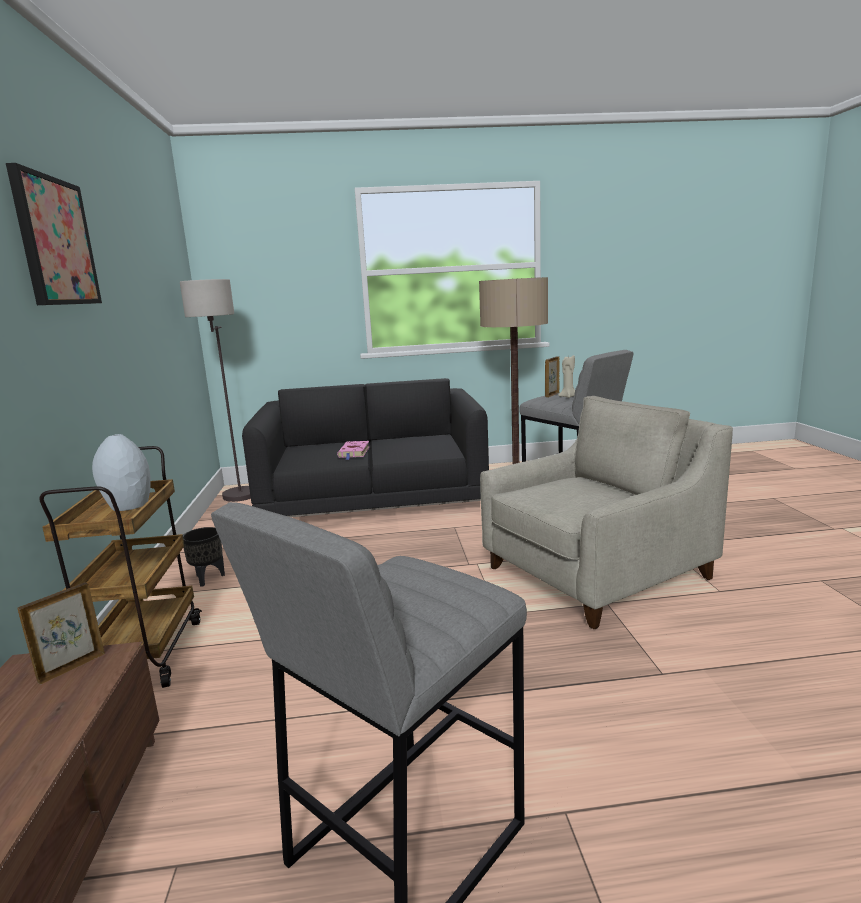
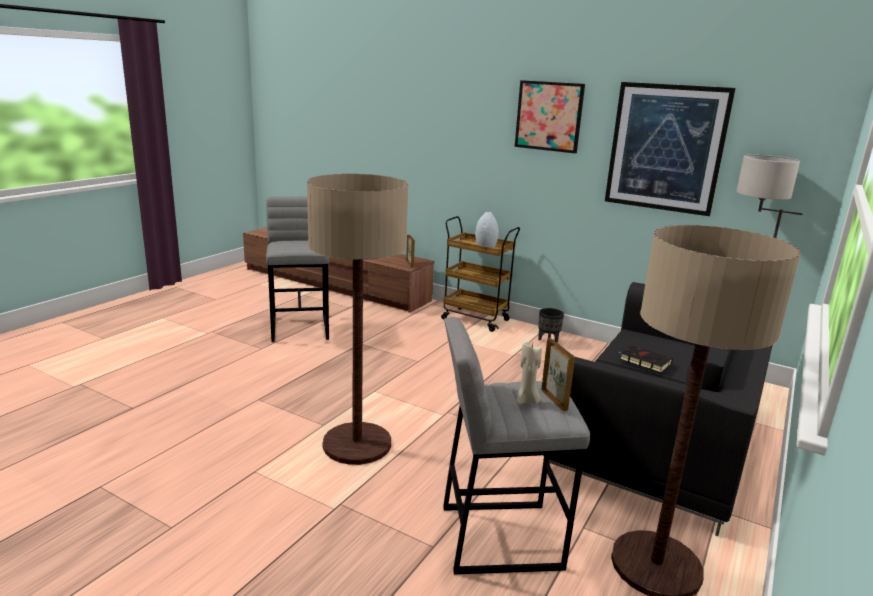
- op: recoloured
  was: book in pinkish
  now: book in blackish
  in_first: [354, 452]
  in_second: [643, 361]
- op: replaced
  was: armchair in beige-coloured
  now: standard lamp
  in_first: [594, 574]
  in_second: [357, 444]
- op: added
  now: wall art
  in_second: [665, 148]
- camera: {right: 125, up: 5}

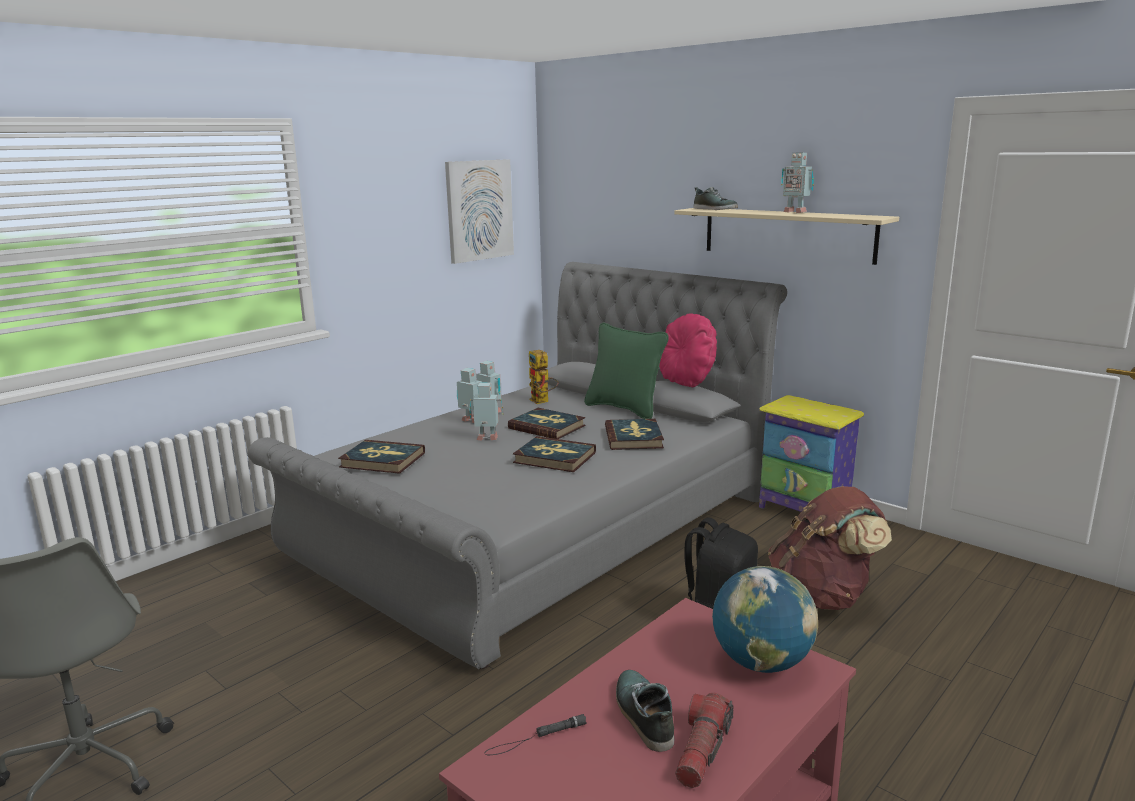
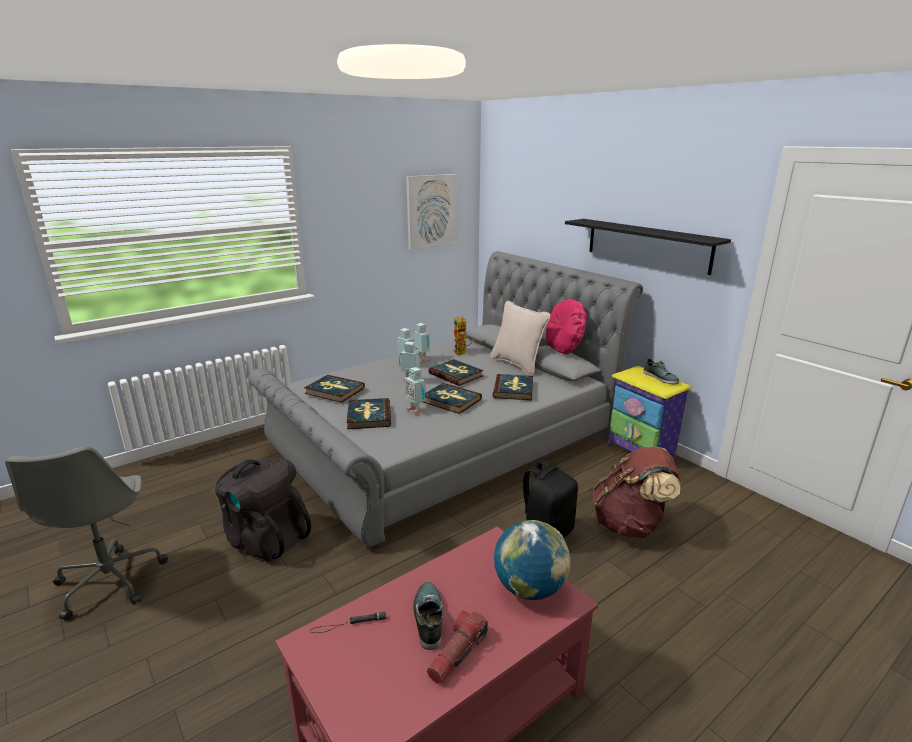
- op: recoloured
  was: pillow in greenish
  now: pillow in beige-coloured
  in_first: [624, 408]
  in_second: [517, 364]
- op: recoloured
  was: wall shelf in beige-coloured
  now: wall shelf in blackish
  in_first: [787, 234]
  in_second: [647, 245]
- op: moved
  was: shoe
  in_first: [715, 209]
  in_second: [660, 378]
- op: moved
  was: toy robot
  in_first: [795, 212]
  in_second: [415, 410]
- op: added
  now: rucksack in blackish
  in_second: [265, 539]
- op: added
  now: book
  in_second: [368, 416]
- camera: {right: 10, up: 5}

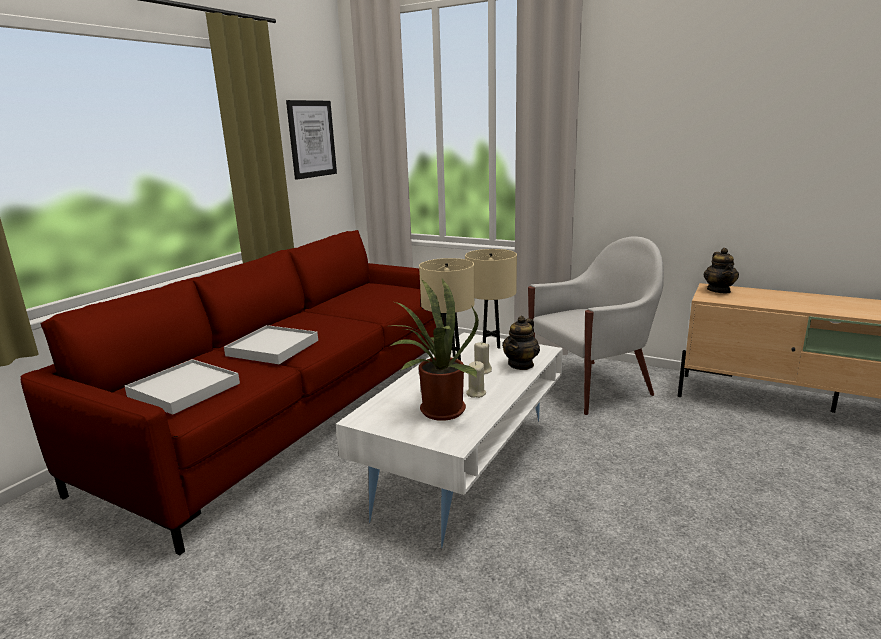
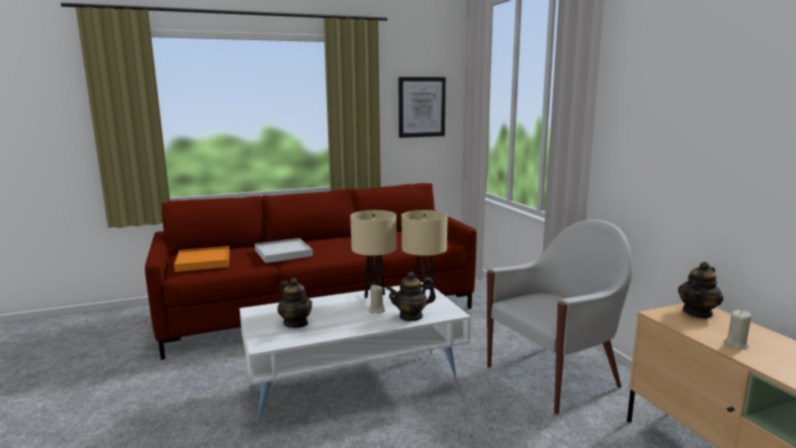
- op: recoloured
  was: serving tray in white-coloured
  now: serving tray in orangey
  in_first: [184, 390]
  in_second: [203, 262]
- op: replaced
  was: houseplant
  now: tea pot
  in_first: [437, 411]
  in_second: [296, 323]
- op: moved
  was: wax light in beige-coloured
  in_first: [476, 393]
  in_second: [735, 344]
- op: turned
  was: armchair in white-coloured
  in_first: [592, 386]
  in_second: [554, 376]
  clockwise: -45
- camera: {right: 40, up: -5}

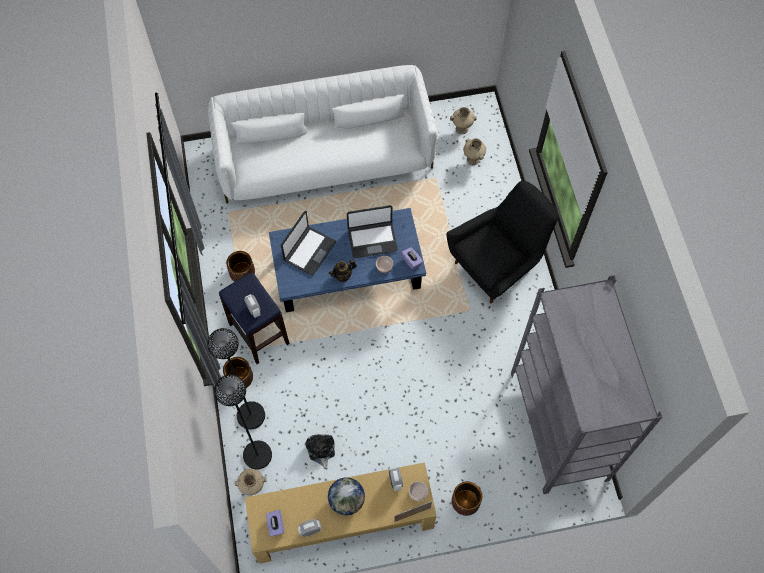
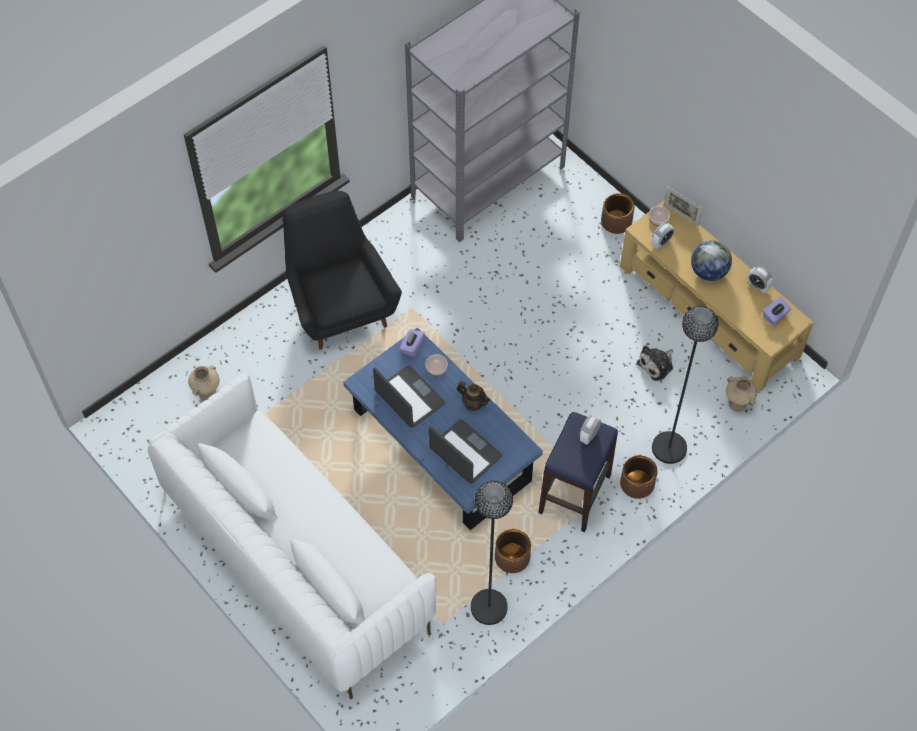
- op: moved
  was: standard lamp in blackish
  in_first: [257, 455]
  in_second: [489, 608]
- op: turned
  was: portable computer
  in_first: [309, 251]
  in_second: [465, 453]
  clockwise: 45
- op: turned
  was: armchair in blackish
  in_first: [497, 265]
  in_second: [340, 307]
  clockwise: 45
- op: removed
  was: decorative vase in beige-coloured
  in_first: [462, 129]
- camera: {right: -120, up: -5}

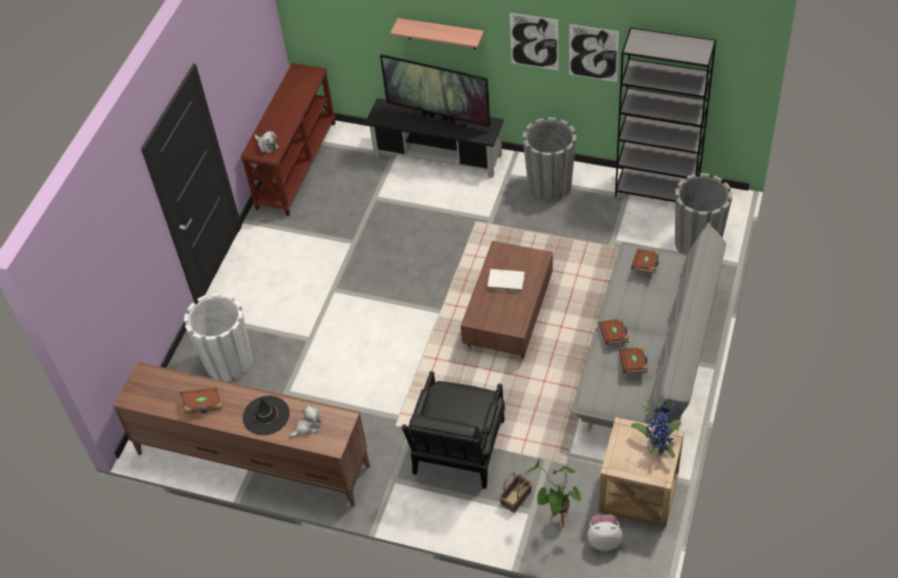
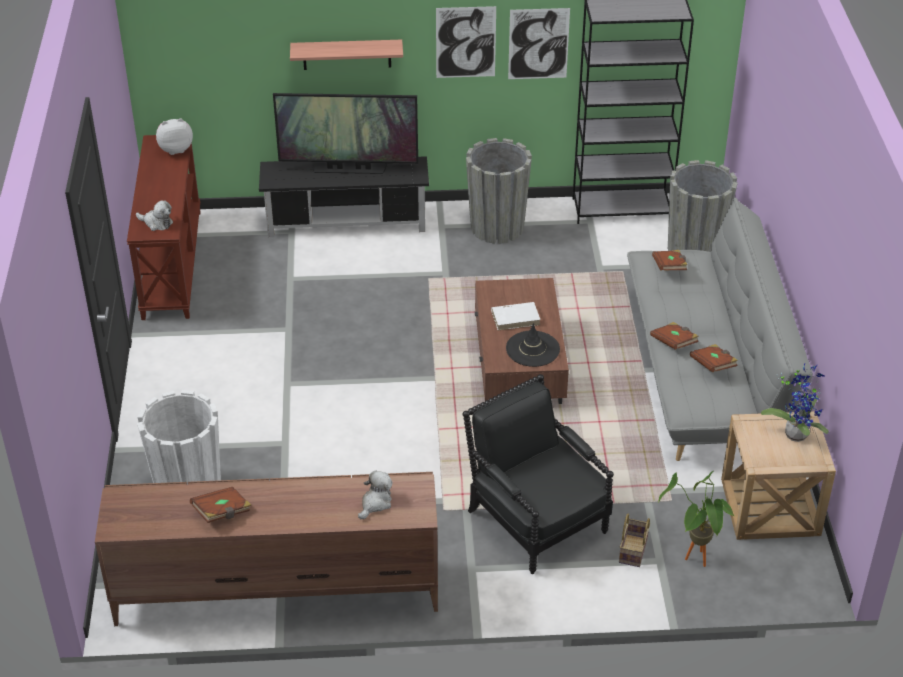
- op: moved
  was: wearable hat in blackish
  in_first: [266, 415]
  in_second: [532, 349]
- op: turned
  was: armchair in blackish
  in_first: [457, 450]
  in_second: [535, 518]
  clockwise: 150
- op: moved
  was: plush toy
  in_first: [604, 539]
  in_second: [175, 149]
- camera: {right: -25, up: -10}

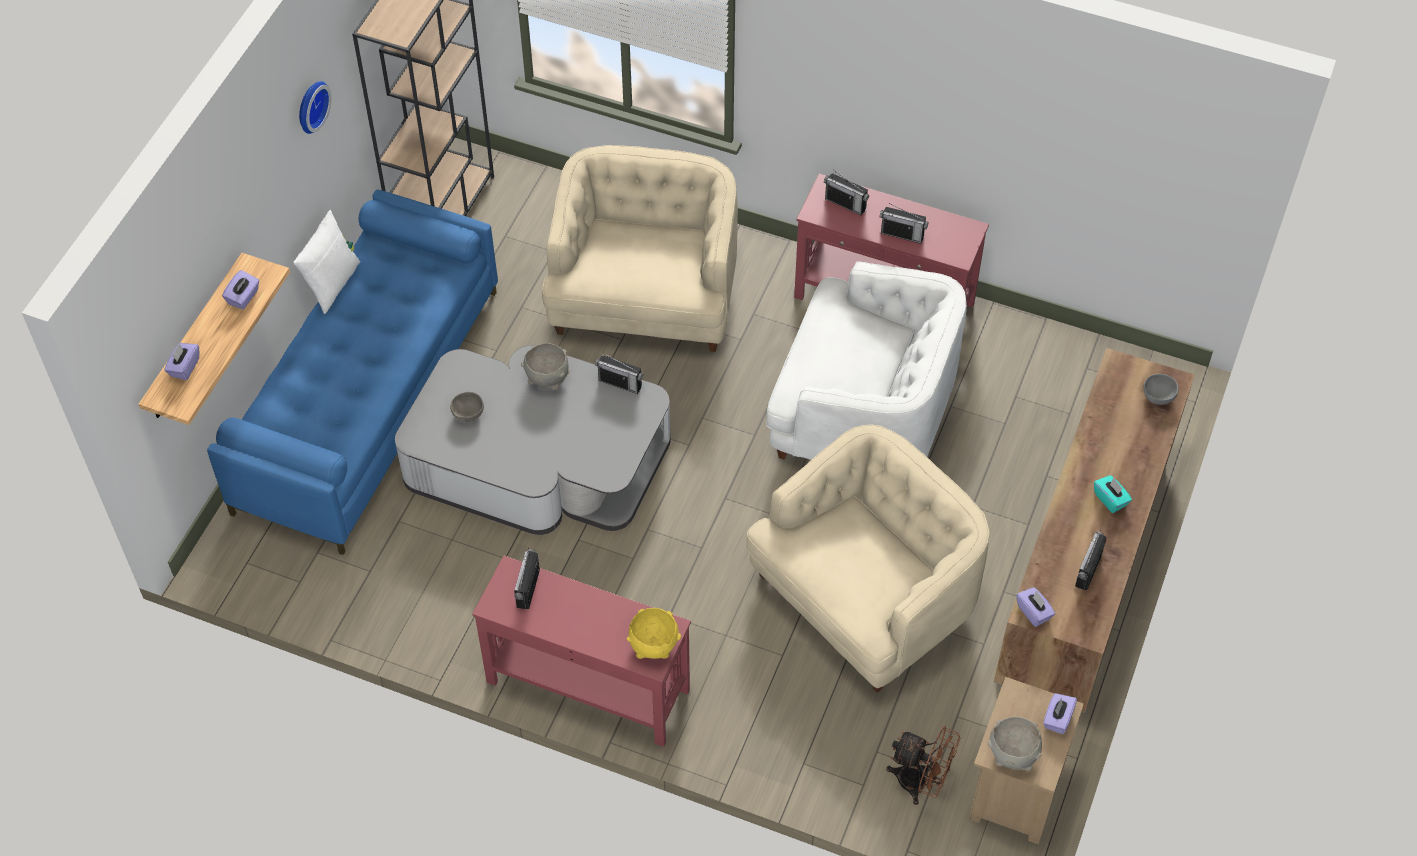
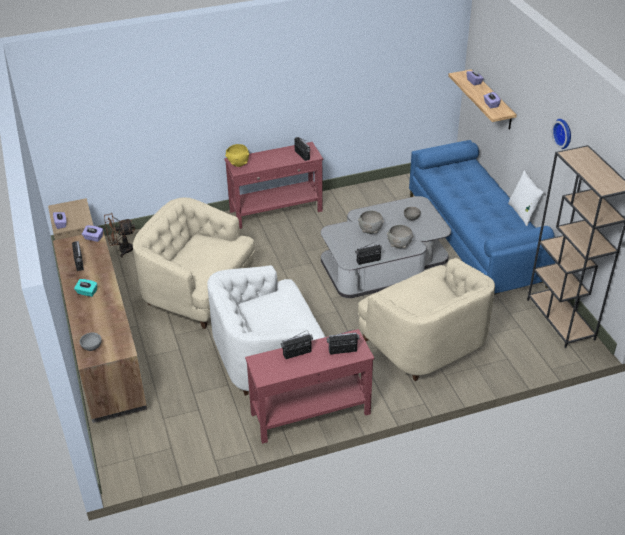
- op: turned
  was: armchair in beige-coloured
  in_first: [865, 596]
  in_second: [198, 291]
  clockwise: 105
- op: moved
  was: serving bowl in greyish
  in_first: [1012, 755]
  in_second: [370, 231]
- camera: {right: 140, up: -15}

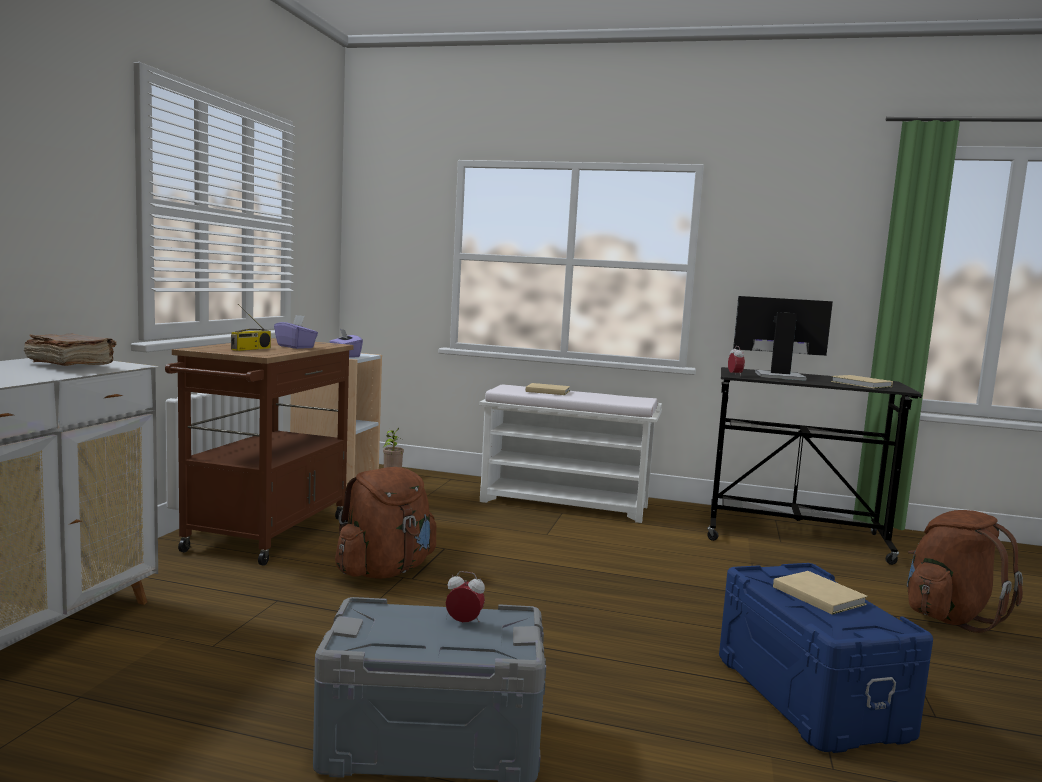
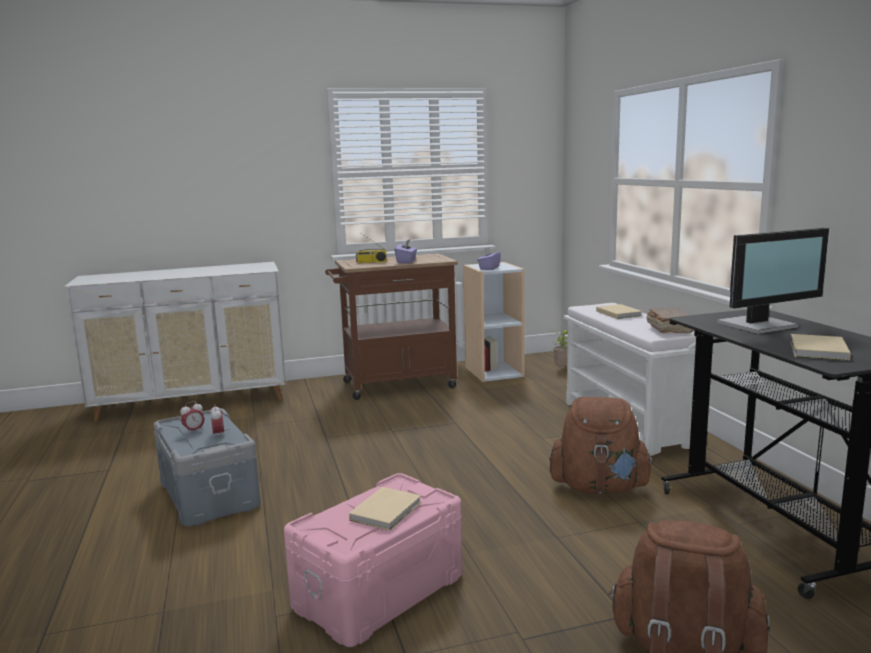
- op: moved
  was: book in brown
  in_first: [70, 364]
  in_second: [669, 330]
- op: moved
  was: rucksack in brown
  in_first: [385, 571]
  in_second: [599, 487]
- op: recoloured
  was: storage box in blue-coloured
  now: storage box in pinkish
  in_first: [811, 695]
  in_second: [380, 592]
- op: moved
  was: table clock
  in_first: [735, 375]
  in_second: [194, 431]
- op: turned
  was: computer display
  in_first: [778, 376]
  in_second: [760, 325]
  clockwise: 90
- camera: {right: 60, up: 5}

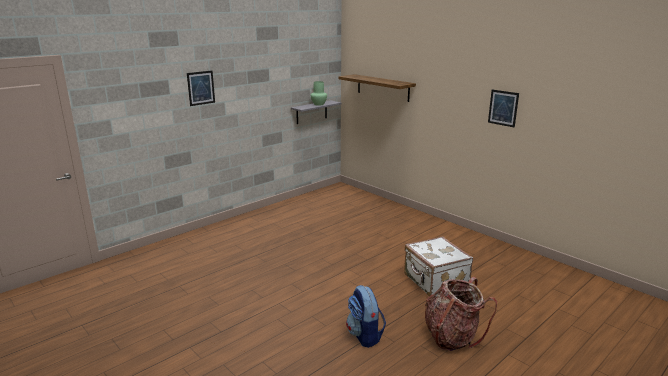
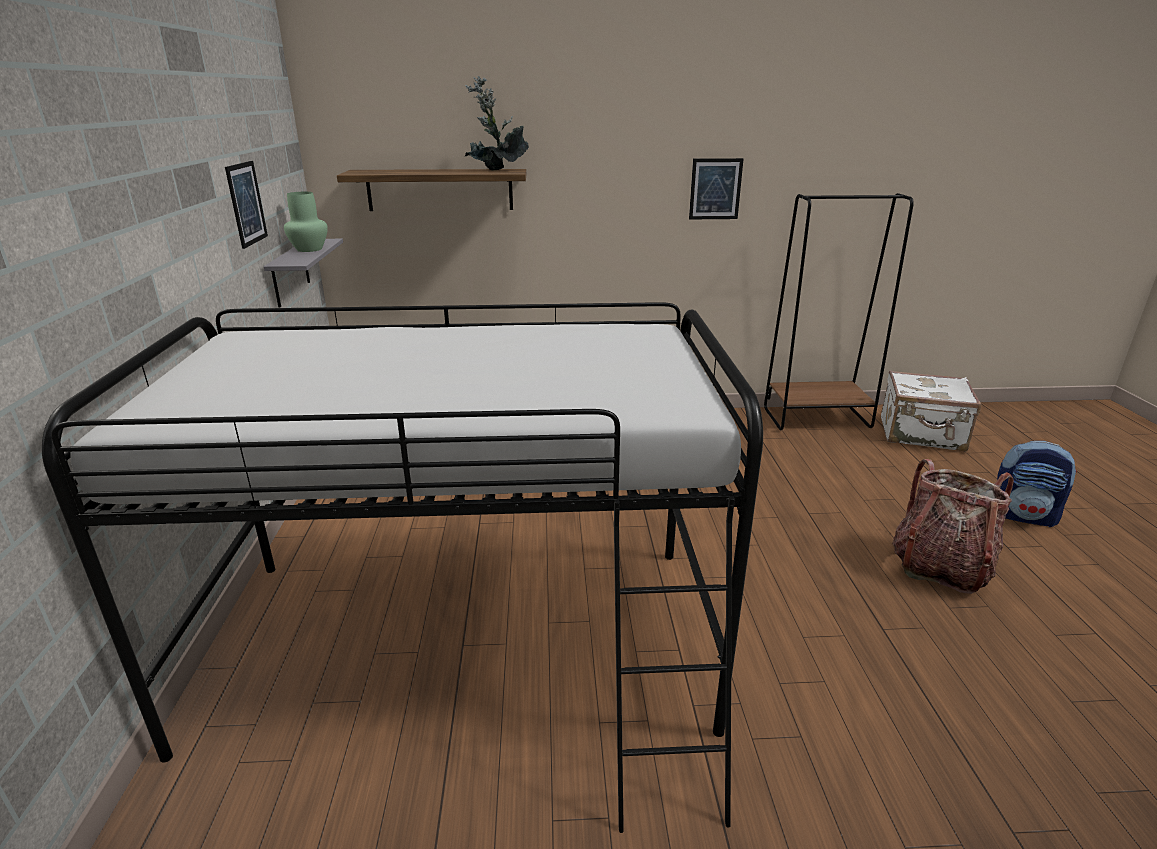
- op: moved
  was: wall art
  in_first: [201, 88]
  in_second: [246, 203]
- op: moved
  was: rucksack
  in_first: [365, 335]
  in_second: [1022, 515]
- op: moved
  was: travel case in white-coloured
  in_first: [435, 282]
  in_second: [922, 435]
- op: added
  now: bed in blackish
  in_second: [468, 643]
- op: added
  now: houseplant
  in_second: [496, 171]
- op: added
  now: garment rack
  in_second: [816, 419]
- camera: {right: -50, up: 5}

